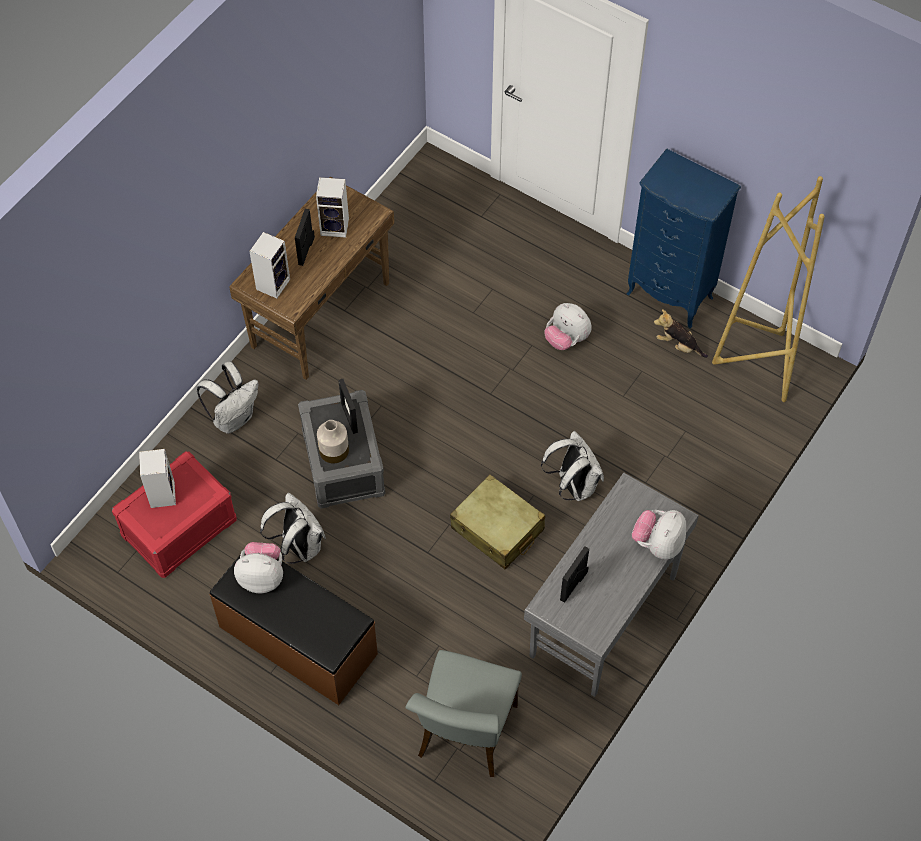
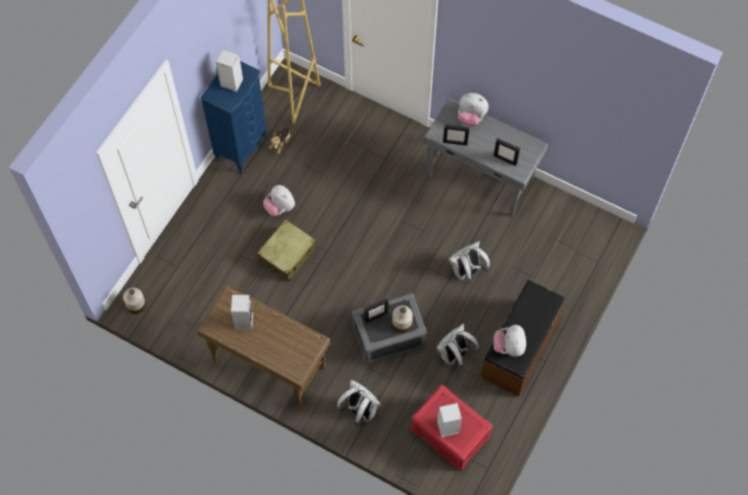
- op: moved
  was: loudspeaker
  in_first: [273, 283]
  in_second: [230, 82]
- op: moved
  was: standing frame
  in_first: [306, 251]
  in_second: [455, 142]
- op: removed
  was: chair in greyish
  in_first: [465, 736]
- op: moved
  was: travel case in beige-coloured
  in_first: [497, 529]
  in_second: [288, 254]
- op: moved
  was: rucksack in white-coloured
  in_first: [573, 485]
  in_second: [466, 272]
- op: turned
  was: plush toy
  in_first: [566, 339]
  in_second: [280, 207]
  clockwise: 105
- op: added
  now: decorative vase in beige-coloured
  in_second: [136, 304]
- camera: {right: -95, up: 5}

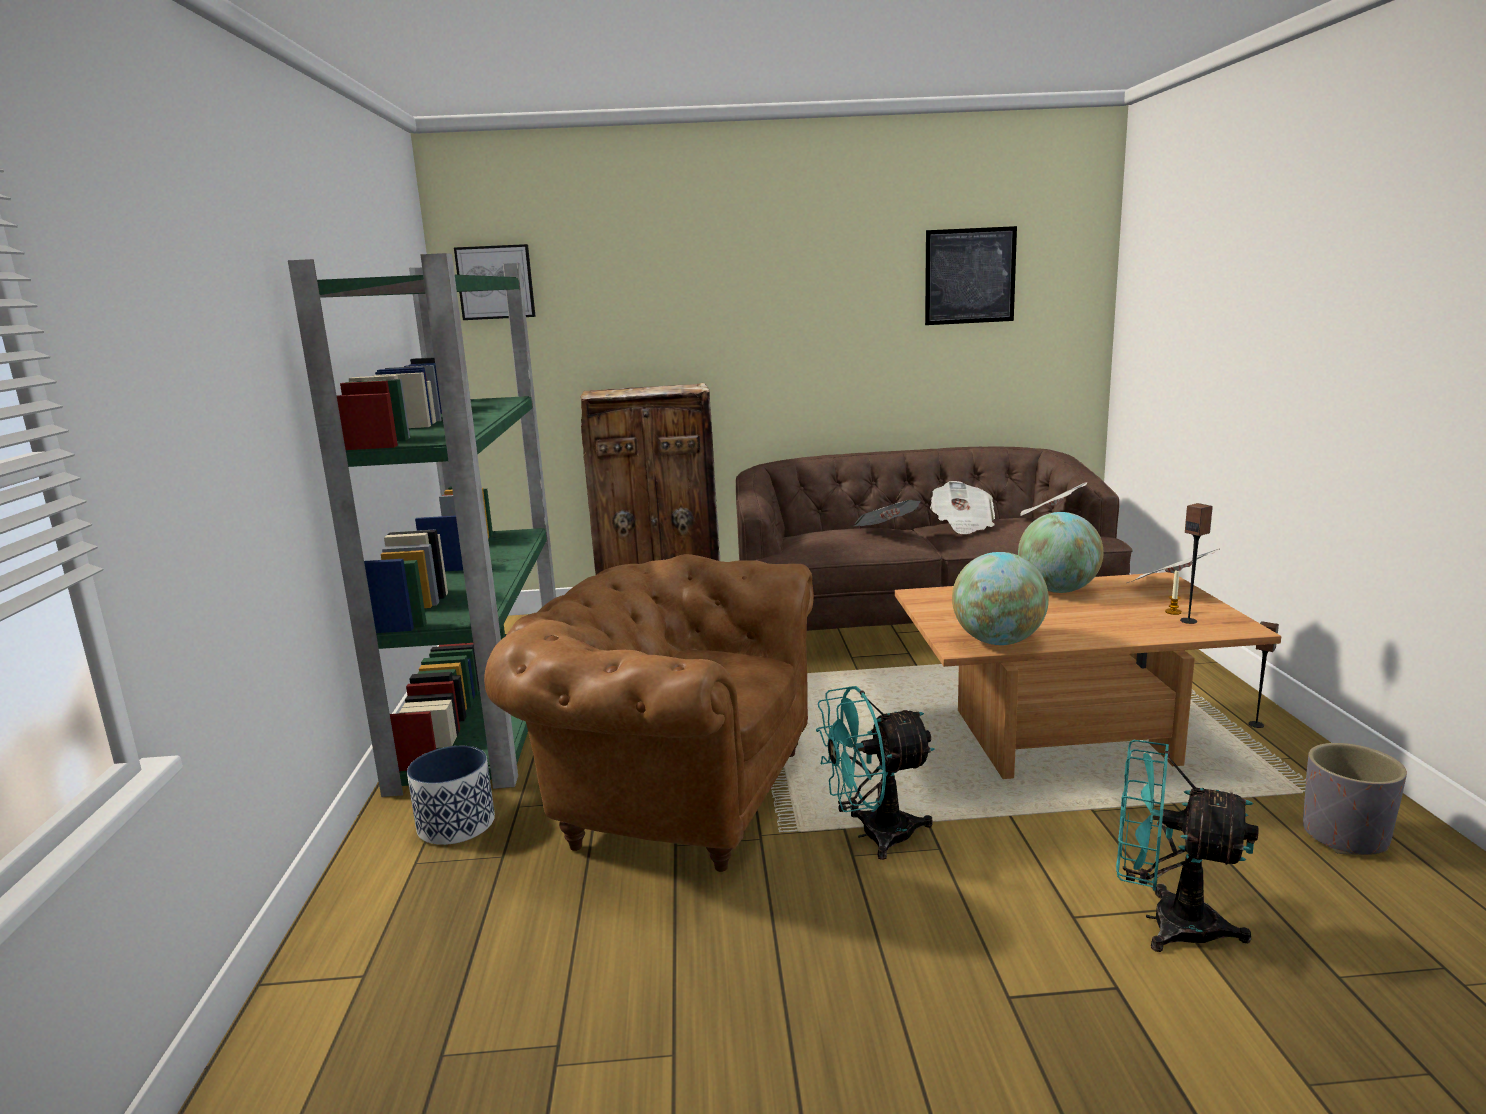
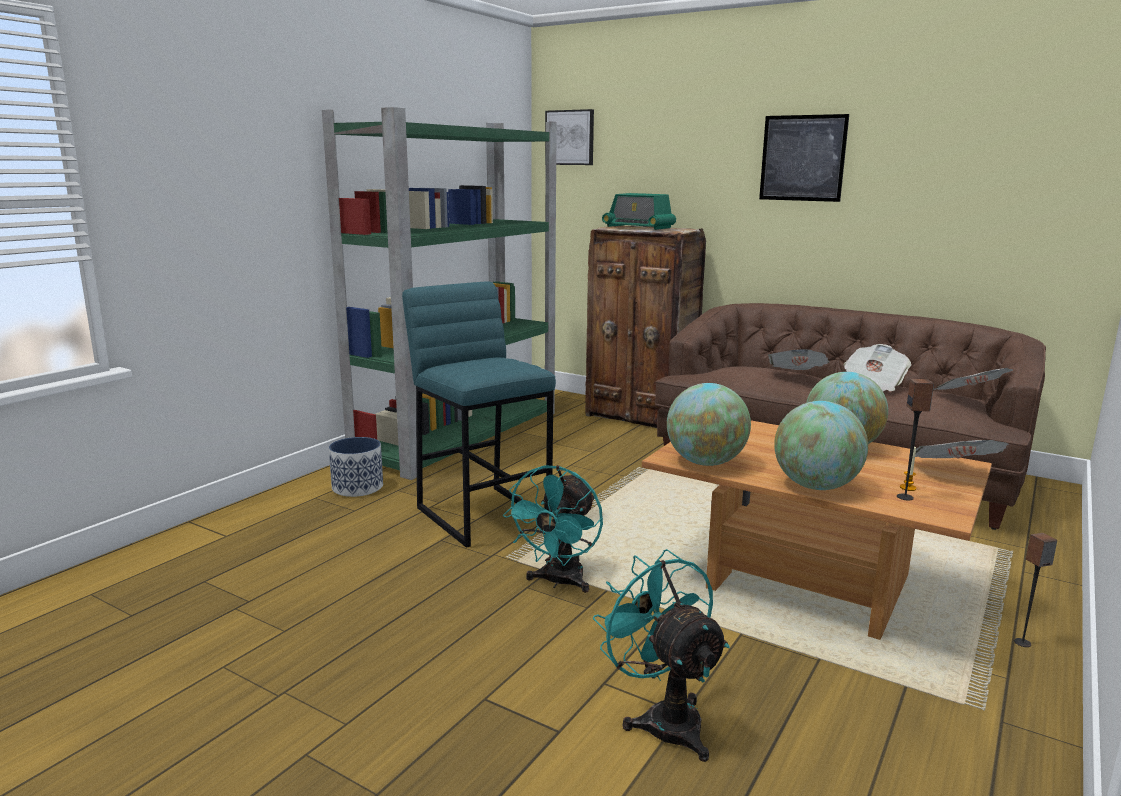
- op: replaced
  was: armchair in brown
  now: sitting stool in turquoise
  in_first: [670, 794]
  in_second: [481, 514]
- op: turned
  was: electric fan in turquoise
  in_first: [873, 835]
  in_second: [559, 582]
  clockwise: -90
- op: moved
  was: wall art
  in_first: [970, 276]
  in_second: [802, 158]
- op: removed
  was: plant pot in greyish
  in_first: [1346, 837]
- op: added
  now: radio set
  in_second: [638, 227]
- op: added
  now: desk globe
  in_second: [816, 486]
- camera: {right: 35, up: 0}

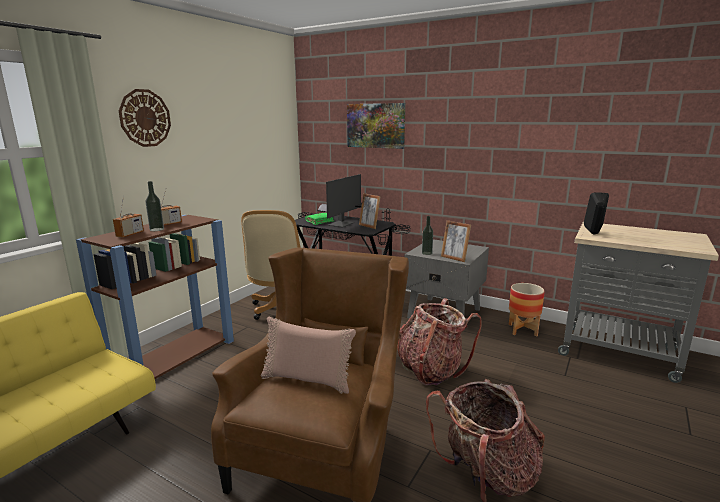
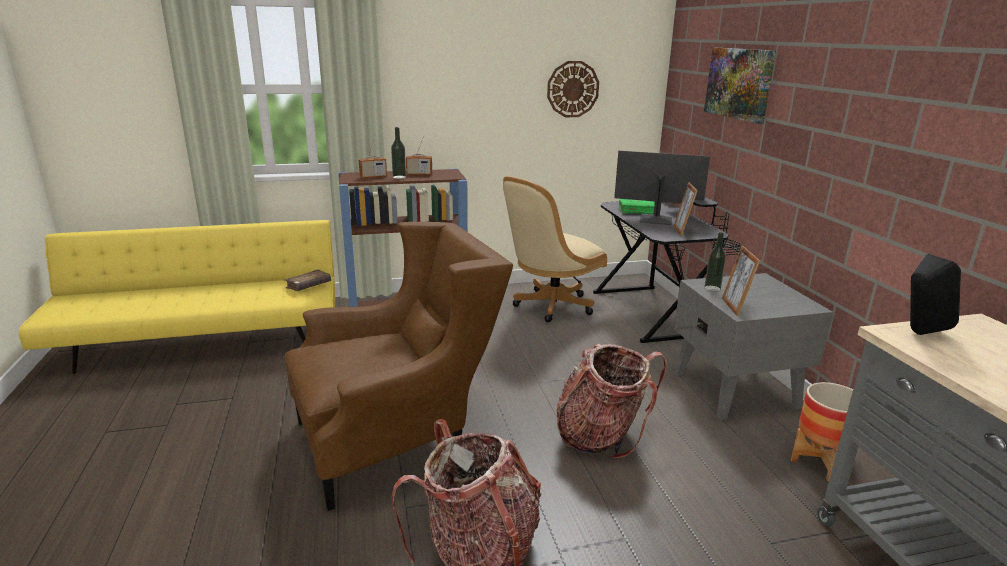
- op: moved
  was: clock on the wall
  in_first: [145, 118]
  in_second: [572, 89]
- op: removed
  was: pillow in beige-coloured
  in_first: [307, 380]
- op: turned
  was: computer display
  in_first: [342, 224]
  in_second: [655, 220]
  clockwise: -150
- op: added
  now: book in brown
  in_second: [308, 286]
- camera: {right: 45, up: 5}

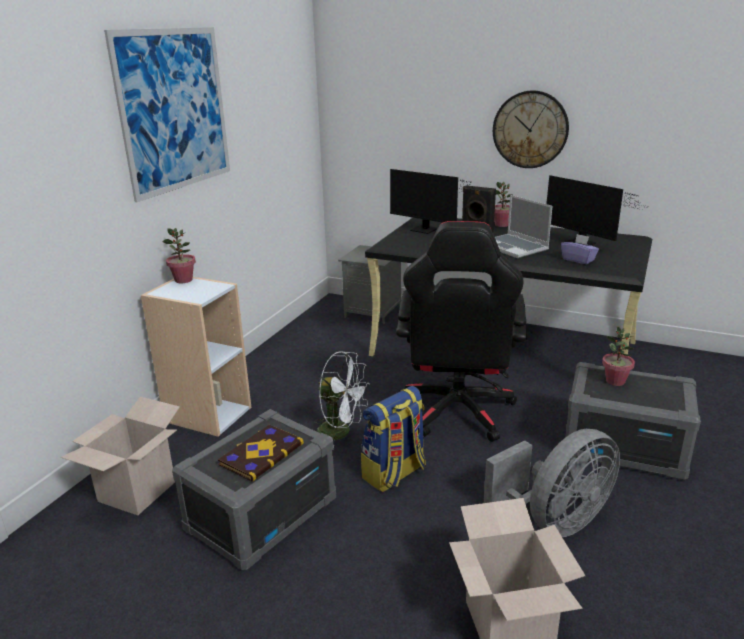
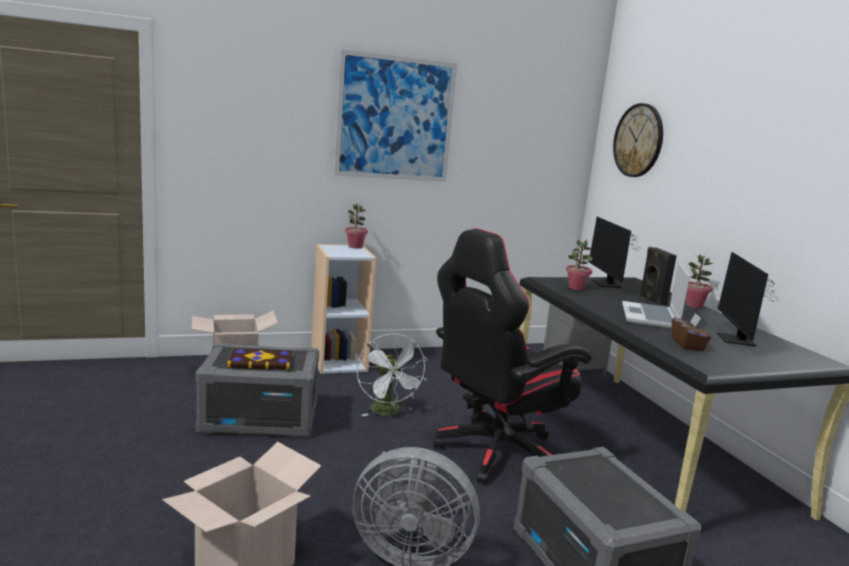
- op: removed
  was: rucksack
  in_first: [394, 474]
- op: moved
  was: clock on the wall
  in_first: [530, 129]
  in_second: [638, 140]
- op: recoloured
  was: tissue box in purple-coloured
  now: tissue box in brown
  in_first: [578, 260]
  in_second: [687, 344]
- op: moved
  was: houseplant
  in_first: [615, 381]
  in_second: [576, 288]
- camera: {right: 45, up: -10}

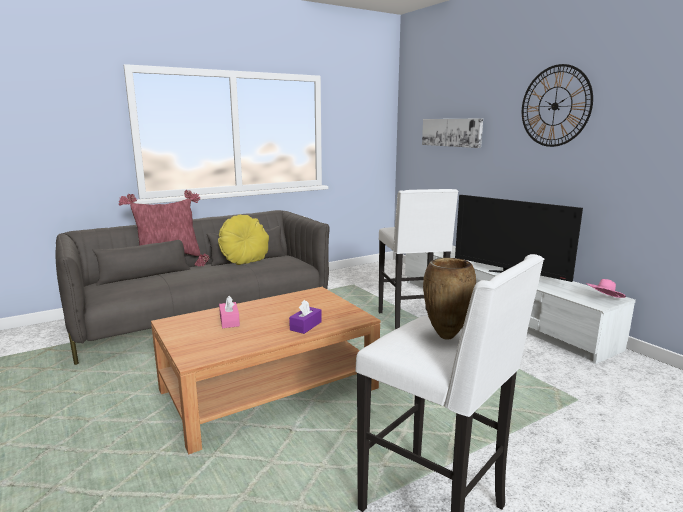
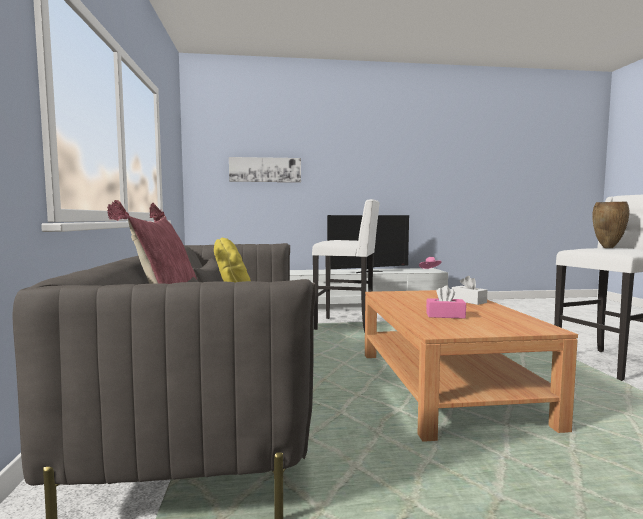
- op: recoloured
  was: tissue box in purple-coloured
  now: tissue box in white-coloured
  in_first: [306, 326]
  in_second: [468, 301]
- op: removed
  was: clock on the wall
  in_first: [555, 106]
- camera: {right: -65, up: -10}

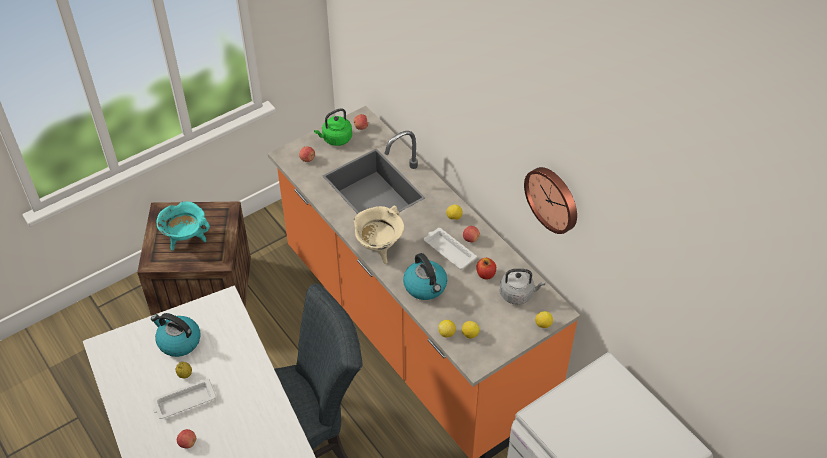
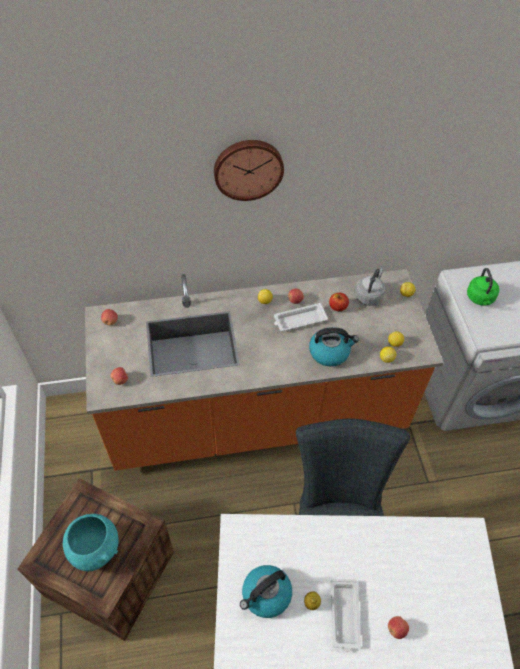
- op: replaced
  was: stockpot in turquoise
  now: serving bowl in turquoise
  in_first: [186, 239]
  in_second: [95, 549]
- op: moved
  was: water kettle in greenish
  in_first: [335, 139]
  in_second: [480, 298]
- op: removed
  was: stockpot in beige-coloured
  in_first: [379, 248]
- op: moved
  was: clock on the wall
  in_first: [553, 198]
  in_second: [248, 168]
- camera: {right: -65, up: 5}

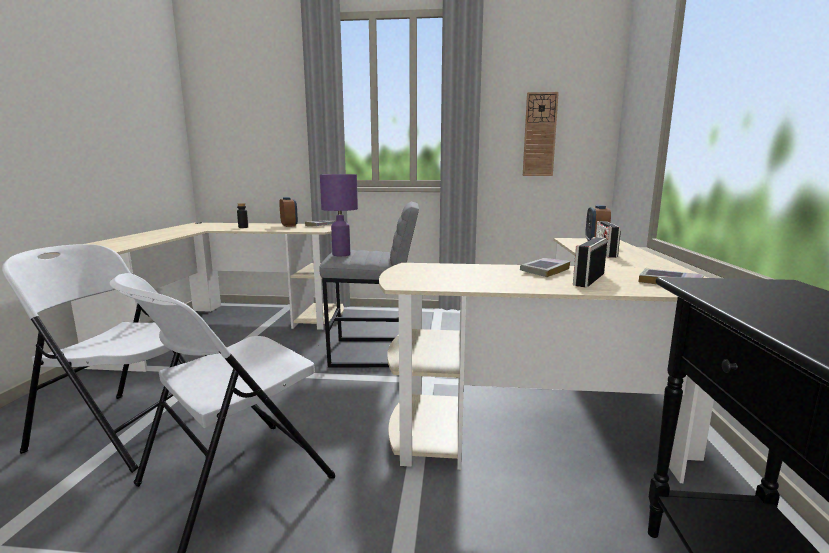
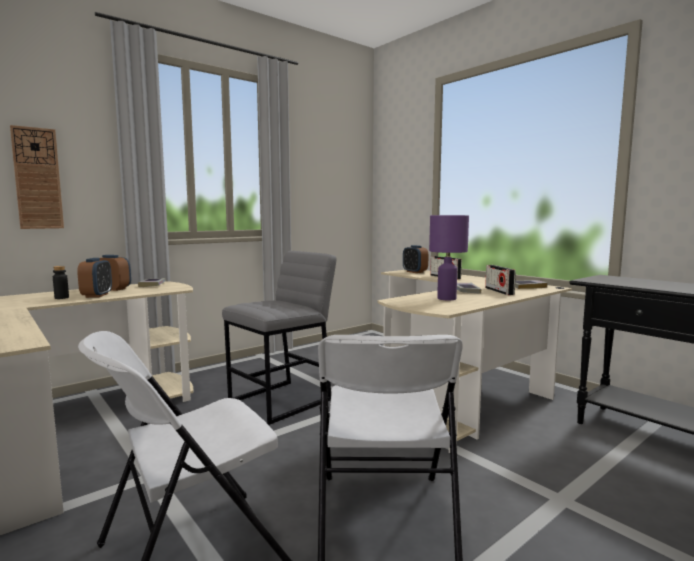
- op: moved
  was: table lamp in purple-coloured
  in_first: [341, 254]
  in_second: [446, 298]
- op: moved
  was: clock on the wall
  in_first: [539, 135]
  in_second: [37, 178]
- op: added
  now: table clock
  in_second: [97, 295]
- camera: {right: -45, up: -5}

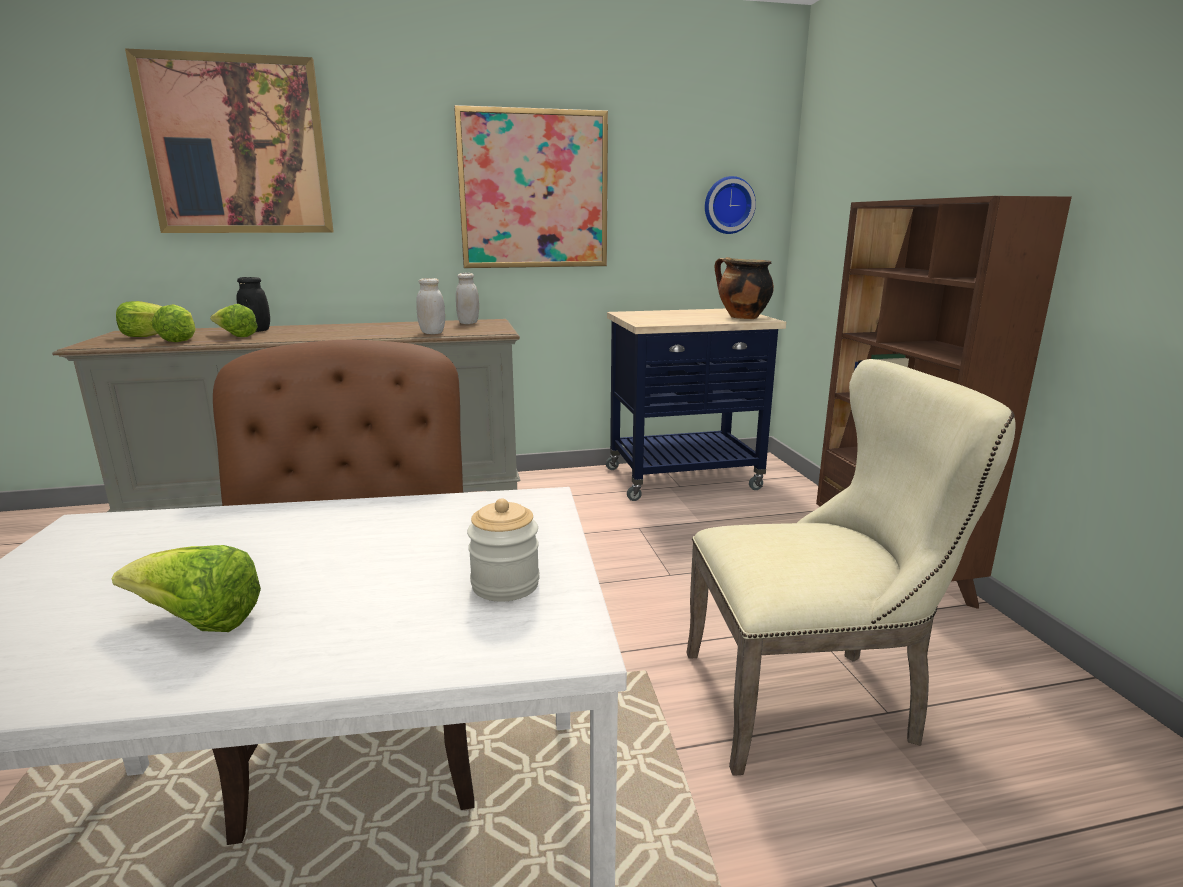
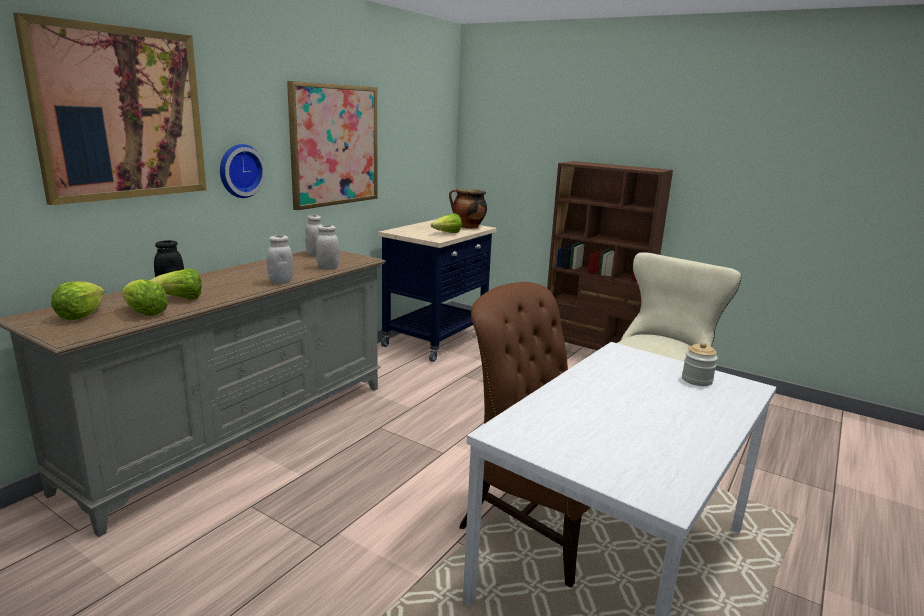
- op: moved
  was: lettuce
  in_first: [199, 622]
  in_second: [447, 233]
- op: moved
  was: clock on the wall
  in_first: [728, 205]
  in_second: [240, 171]
- op: added
  now: jar in white-coloured
  in_second: [281, 282]
- camera: {right: -45, up: 0}

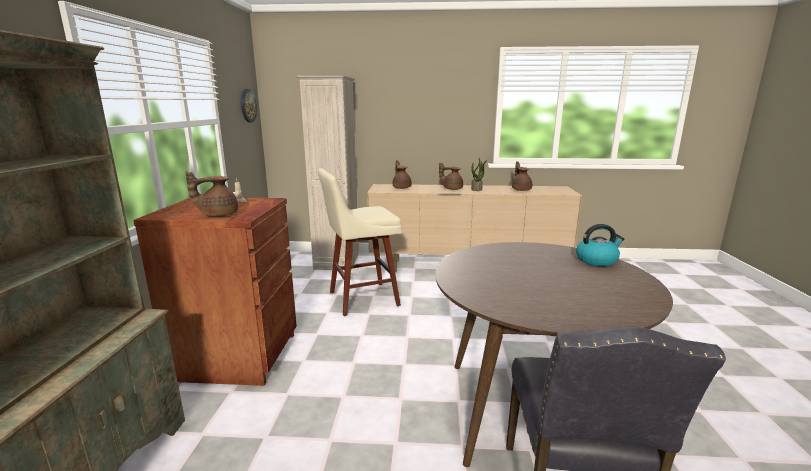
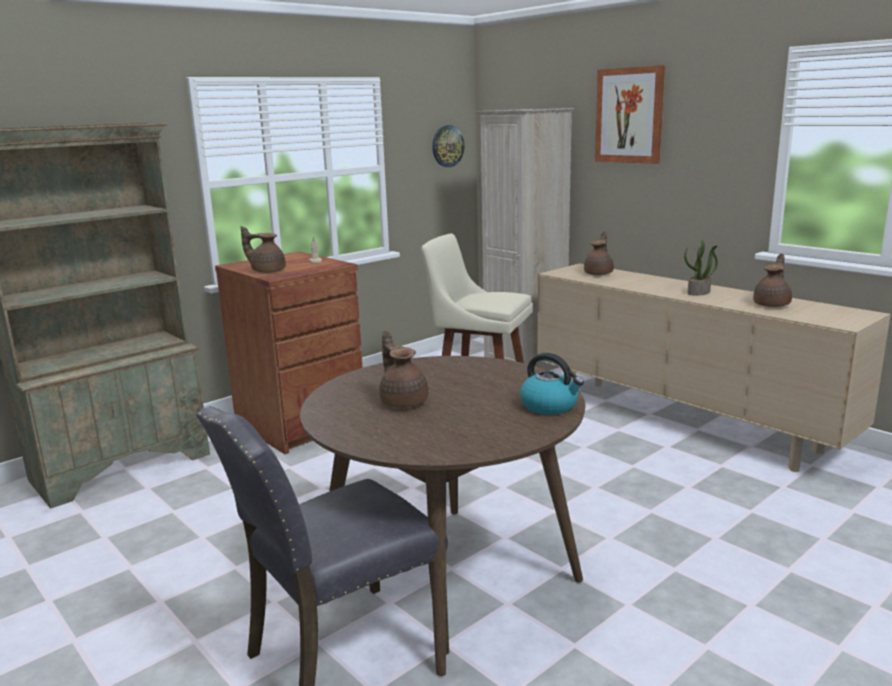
- op: moved
  was: tea pot in brown
  in_first: [452, 189]
  in_second: [403, 401]
- op: added
  now: wall art
  in_second: [629, 115]
- camera: {right: 45, up: 0}

